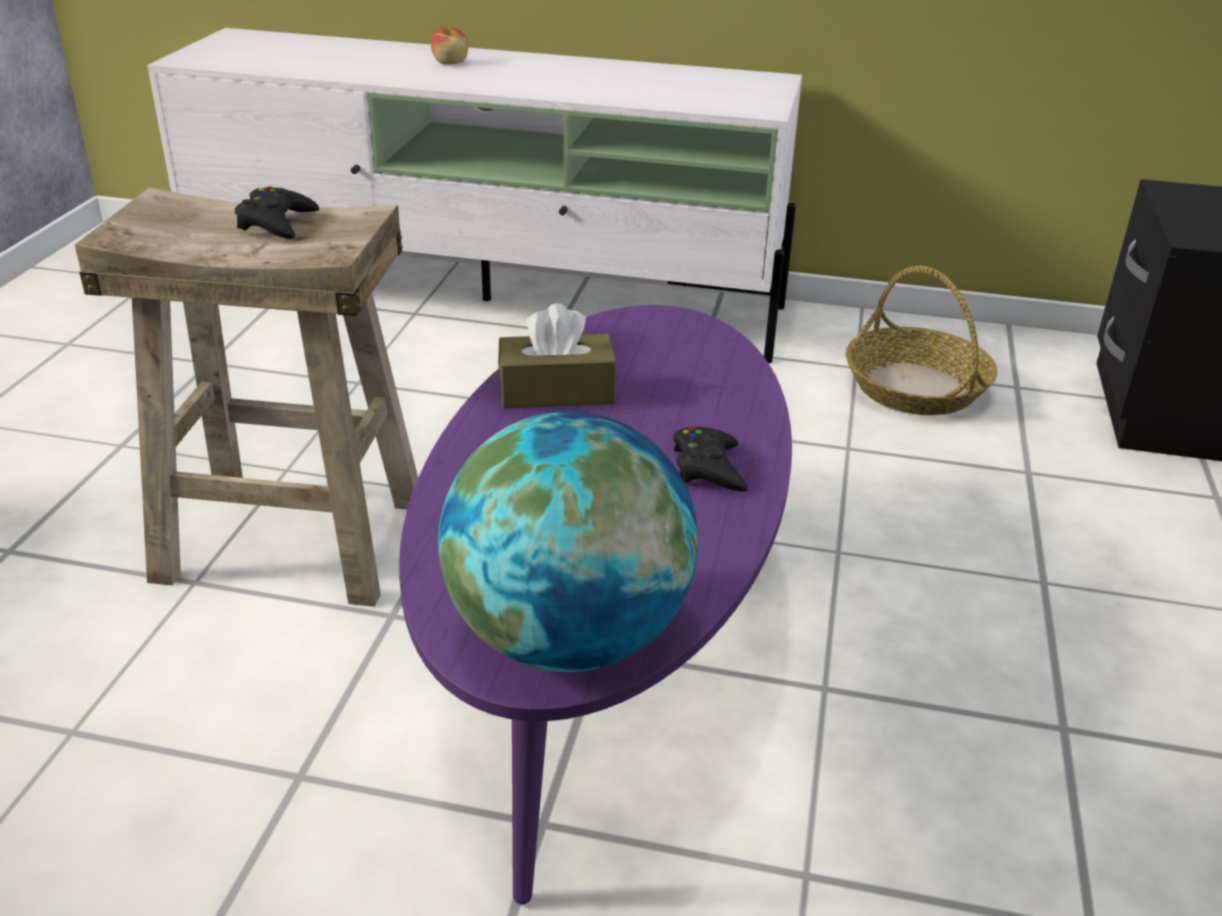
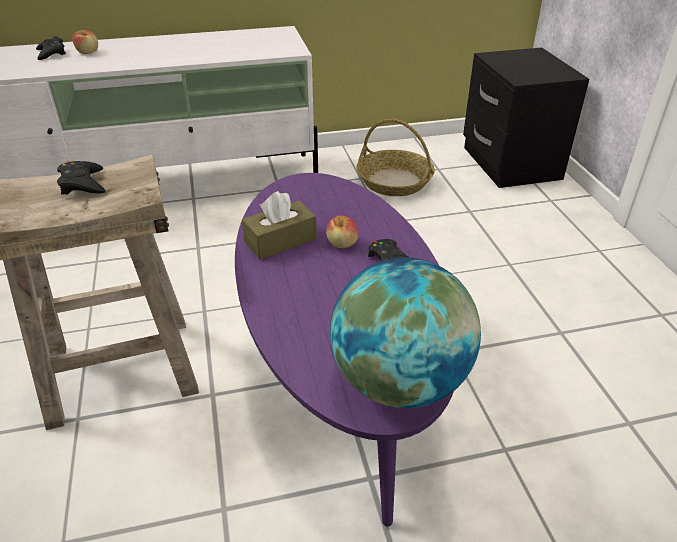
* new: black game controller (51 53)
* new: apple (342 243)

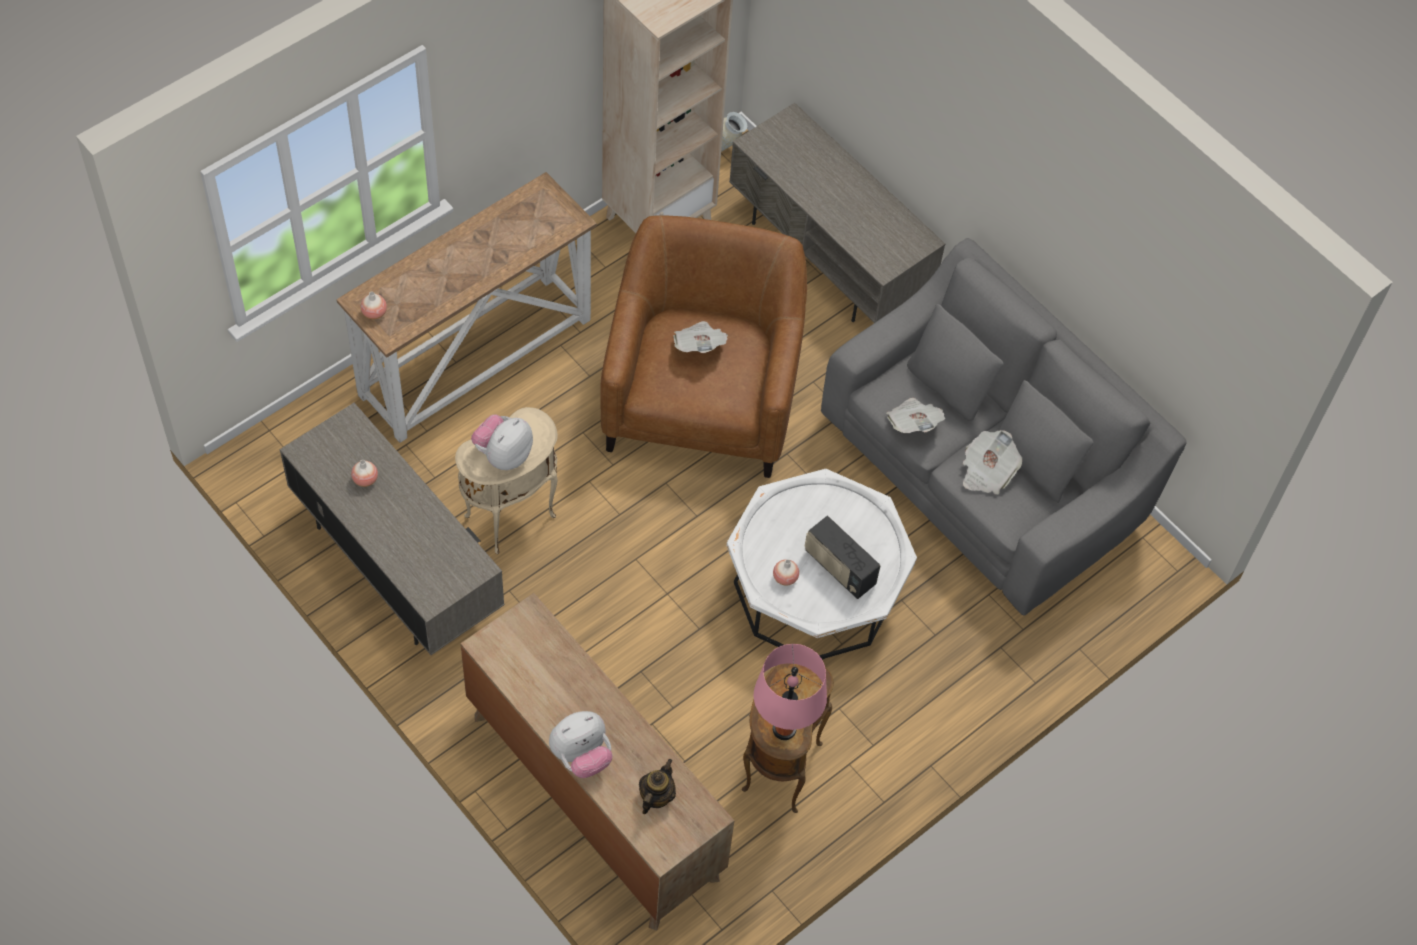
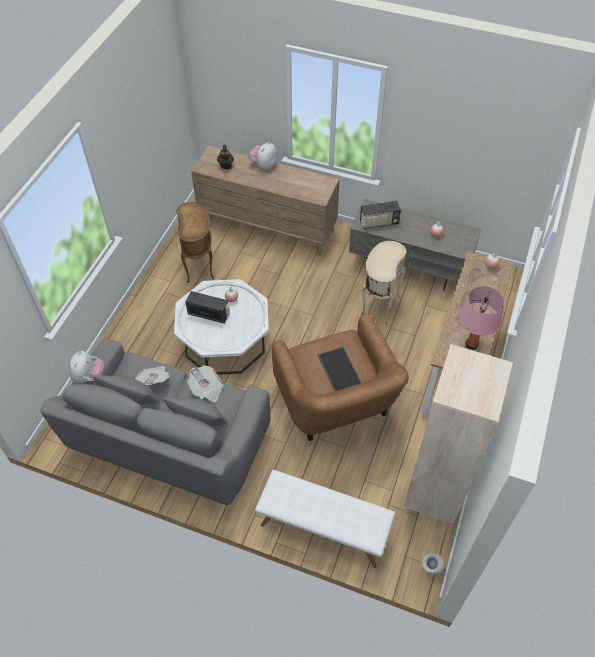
* new: radio (378 223)
* shifted: plush toy (503 454) to (89 376)
* shifted: pink table lamp (784 729) to (471 344)
* swapped: newspaper (699 346) to tray (340 370)
* swapped: grey tv stand (829 255) to white bench (323 528)

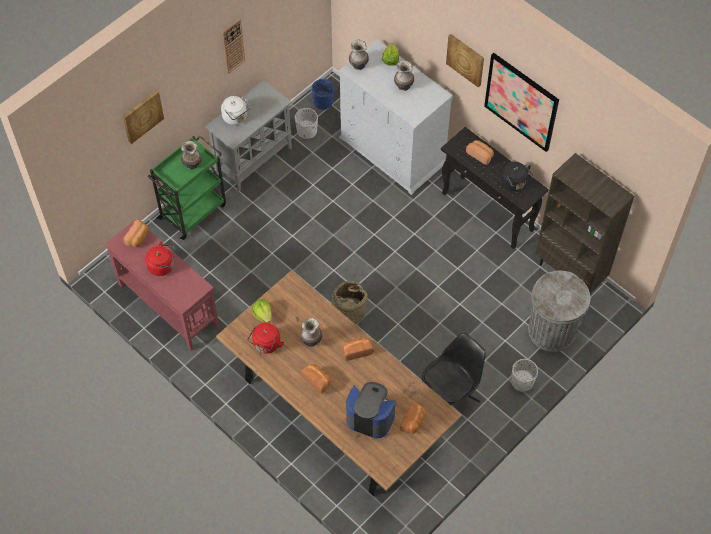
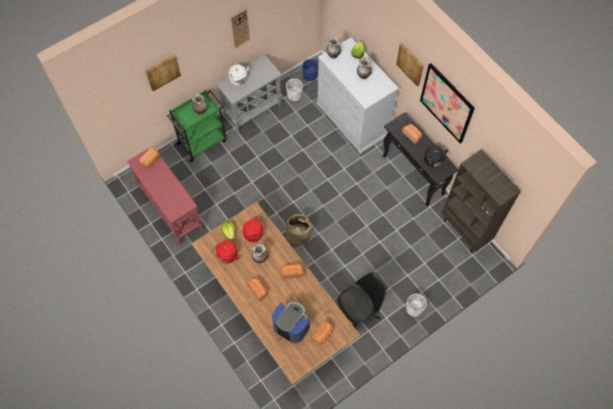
* gone: grey trash can (551 331)
* shifted: red kettle (163 266) to (255 234)

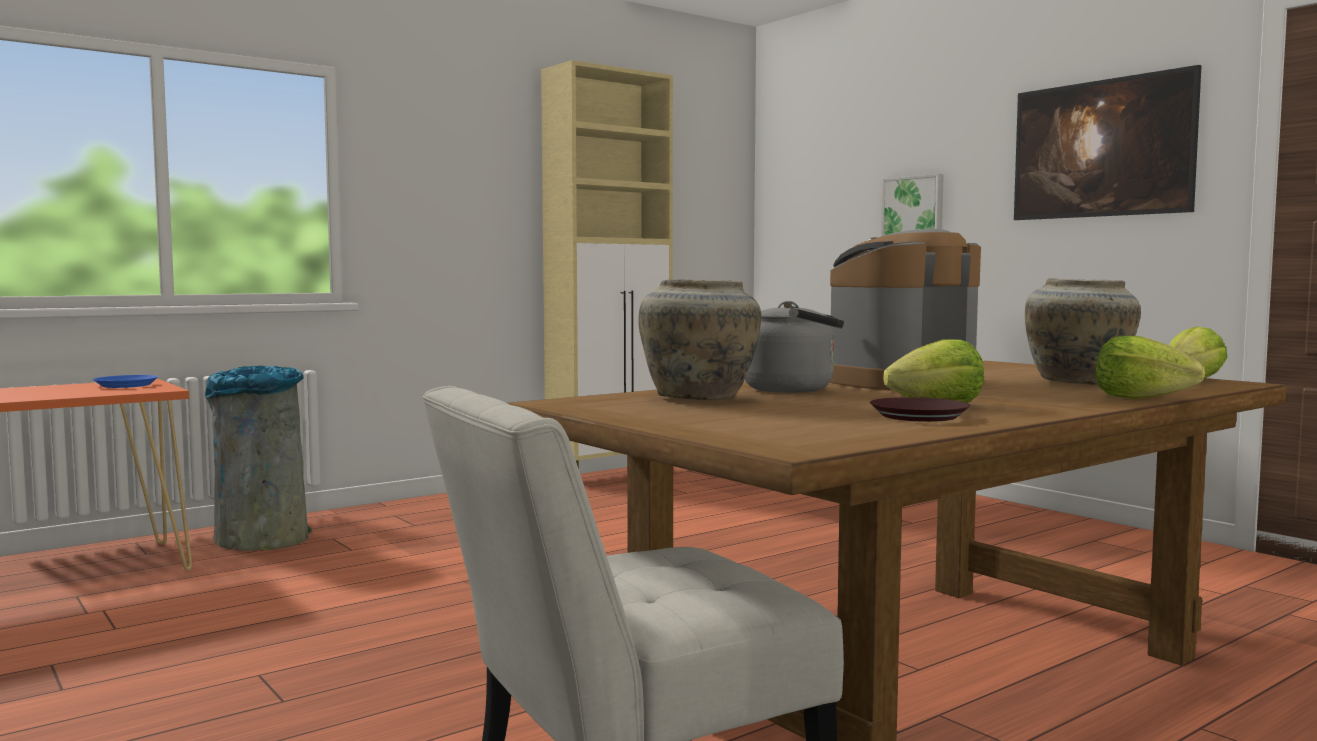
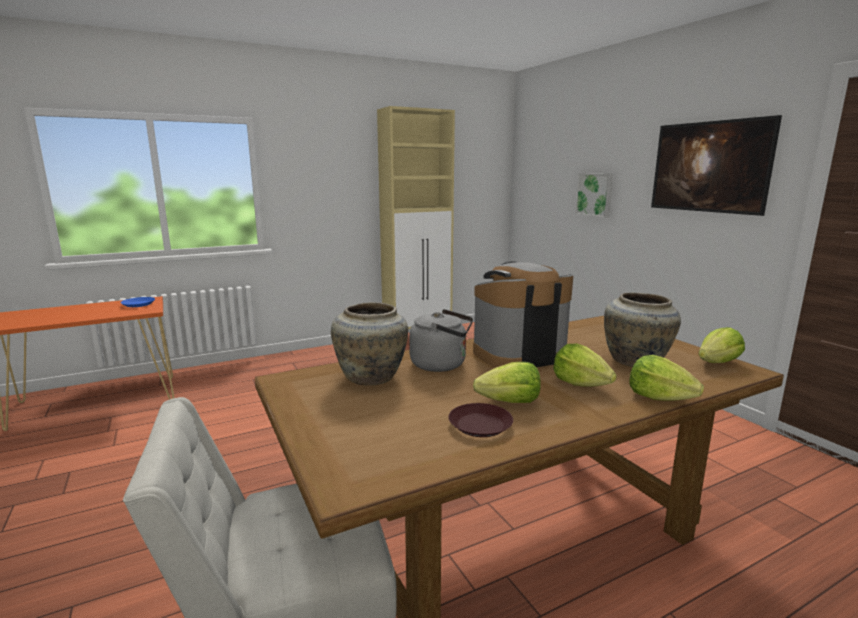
* gone: grey trash can (261 539)
* new: lettuce (580 383)

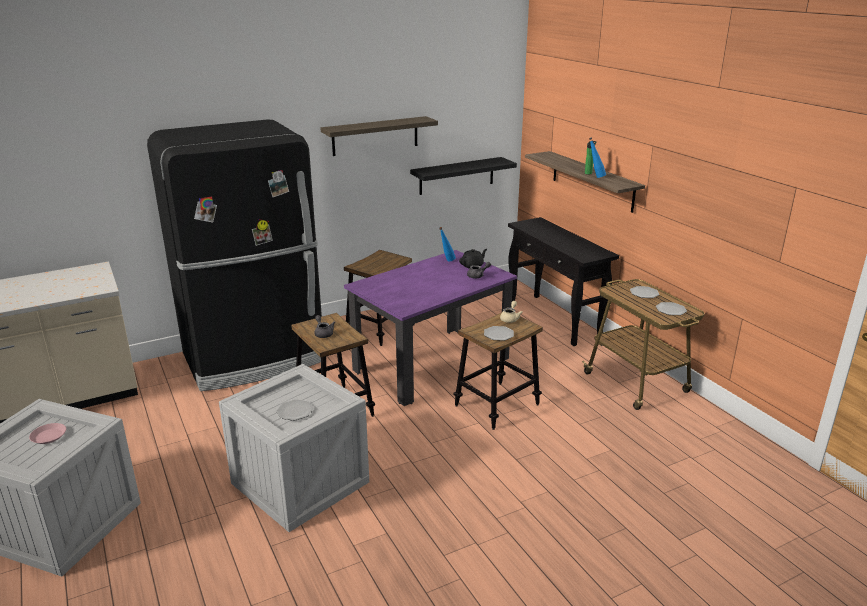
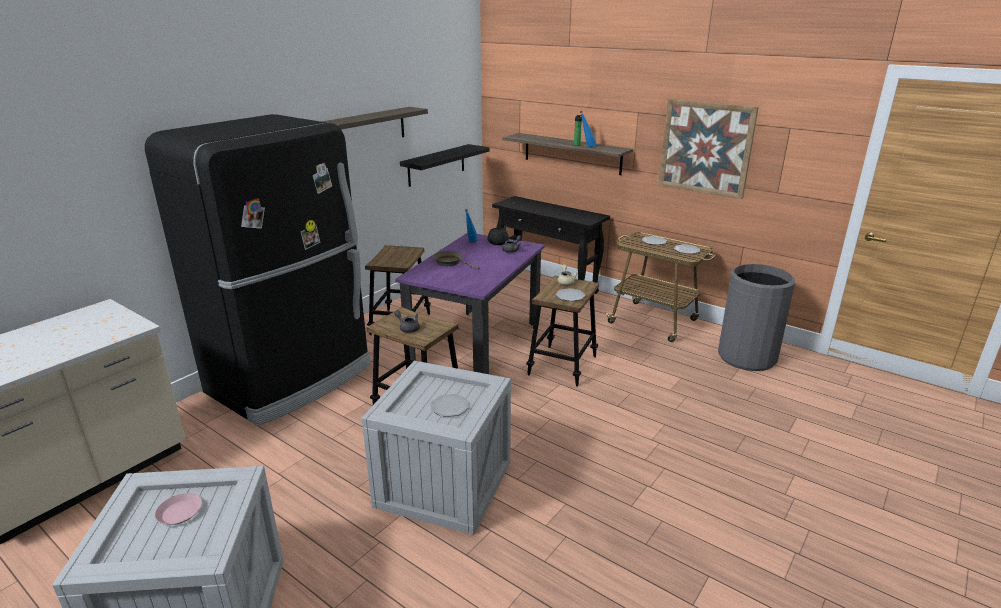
* new: brown frying pan (450 262)
* new: picture (705 148)
* new: grey trash can (746 357)

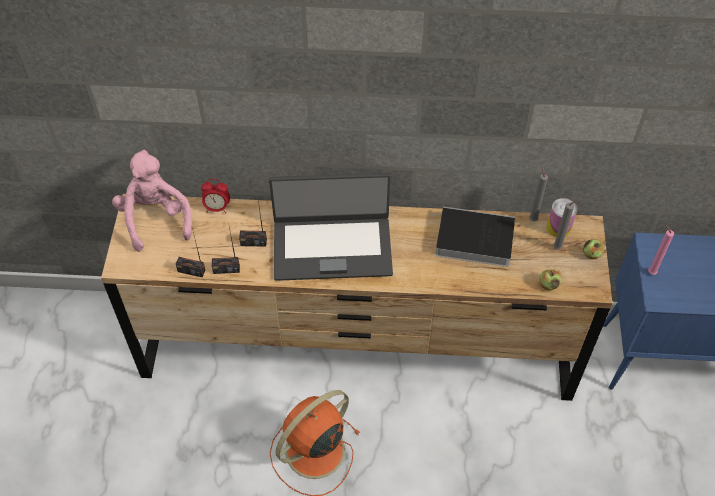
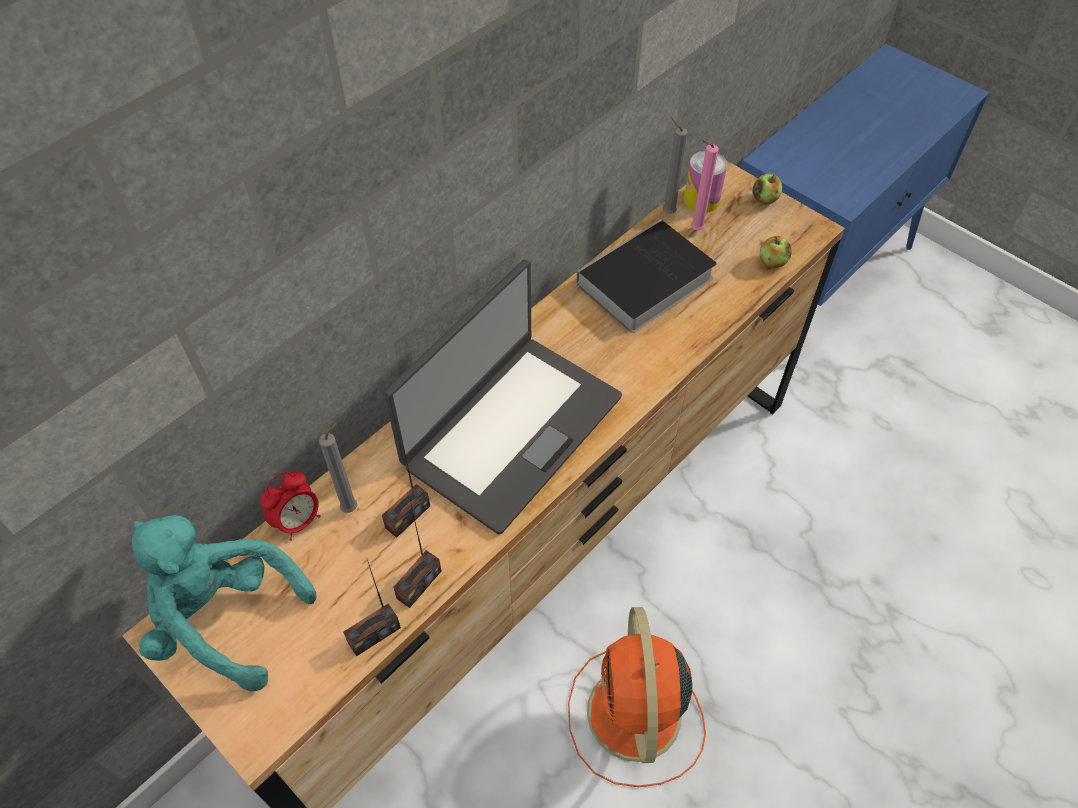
* shifted: grey candle (558 248) to (352 507)
* shifted: pink candle (650 272) to (694 229)
* repainted: pink plush toy (155 218) to turquoise plush toy (225 619)

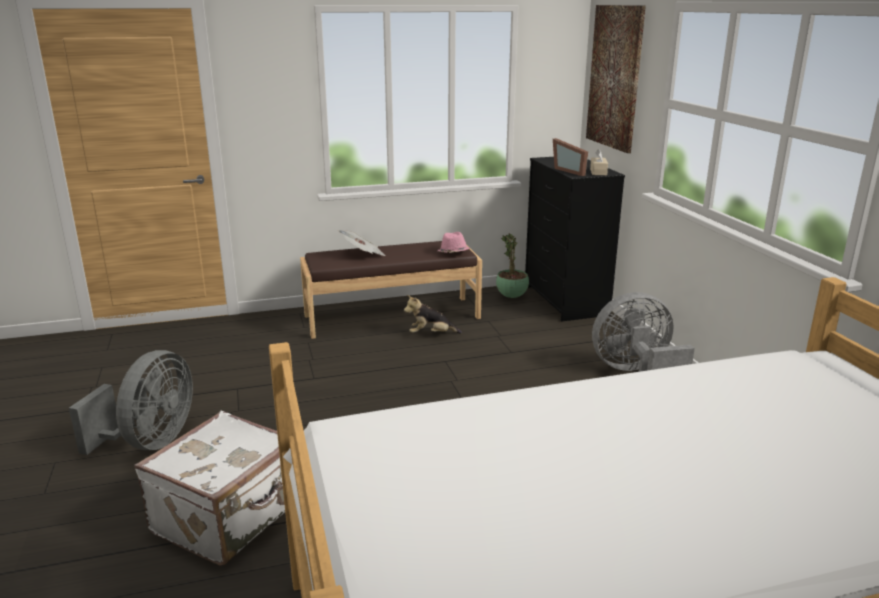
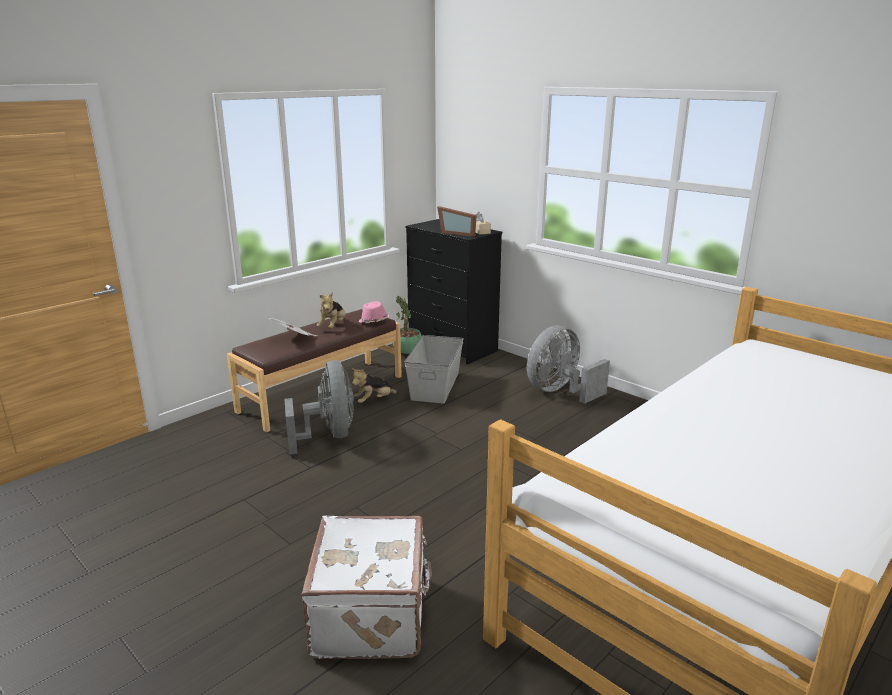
* gone: picture (615 77)
* new: plush toy (333 326)
* new: grey storage box (434 386)
* shifted: grey fan (150 442) to (329 435)

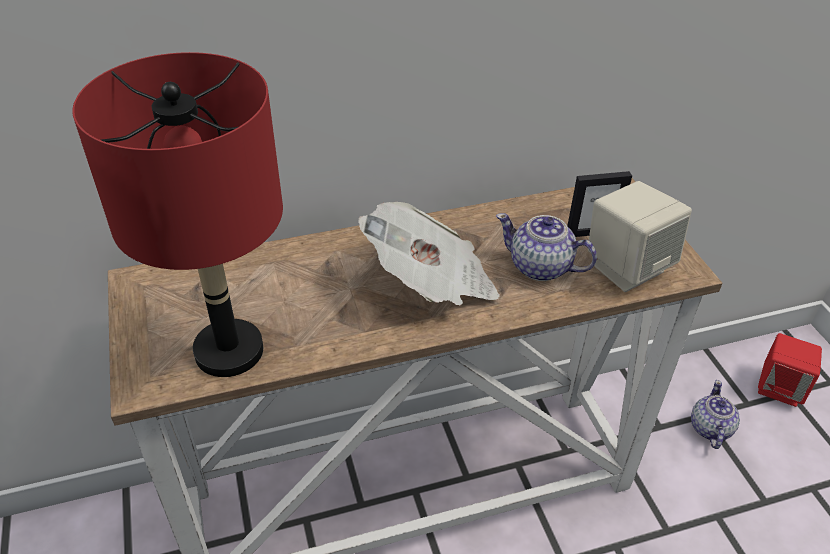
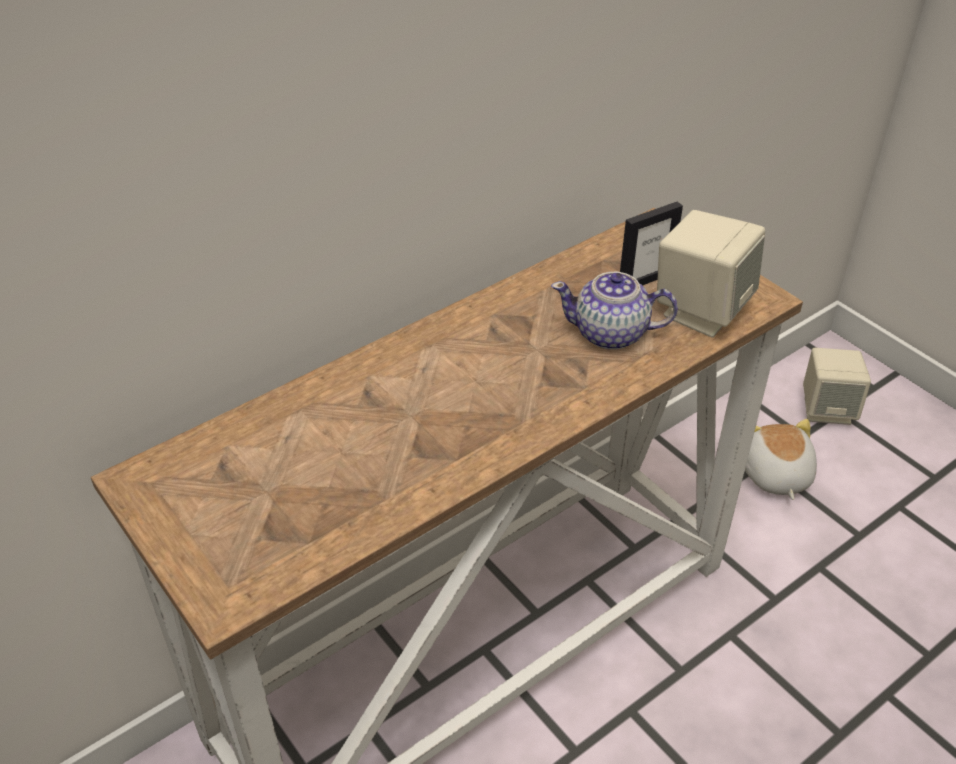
* gone: red table lamp (230 351)
* gone: newspaper (431 282)
* swapped: teapot (709 428) to plush toy (774 475)
* repainted: red speaker (779 388) to beige speaker (827 409)

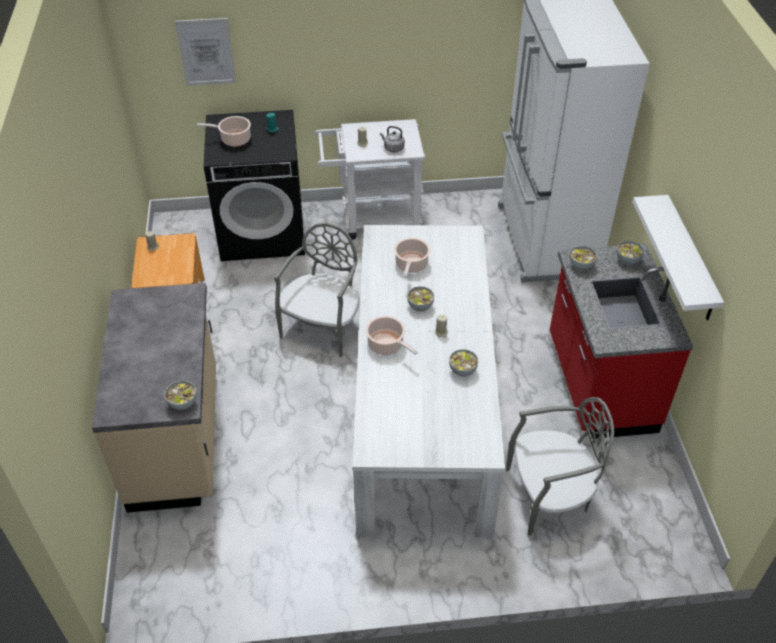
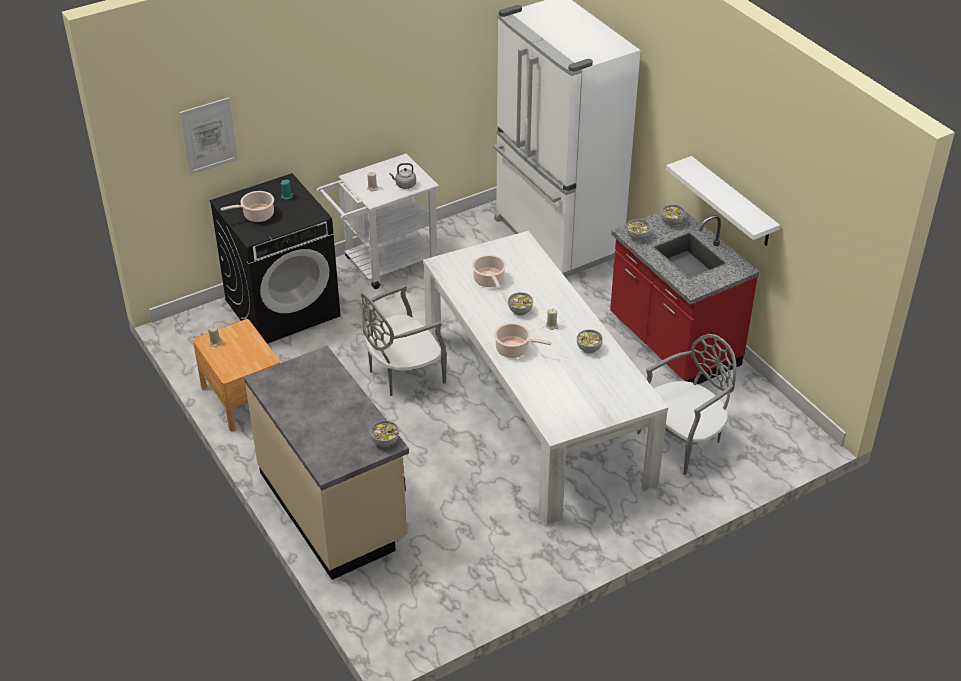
* rotated: grey chair (323 328) = (403 373) 120 degrees counterclockwise

